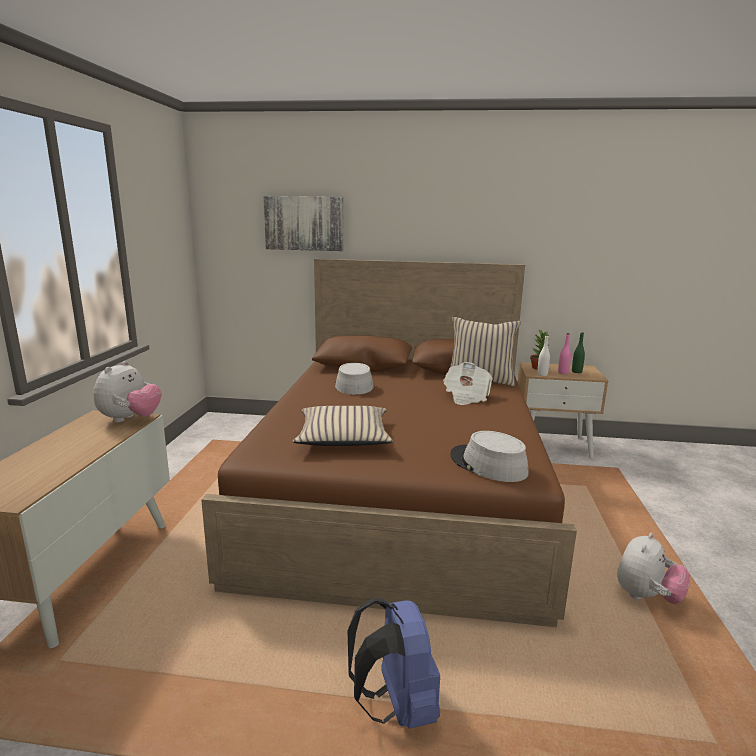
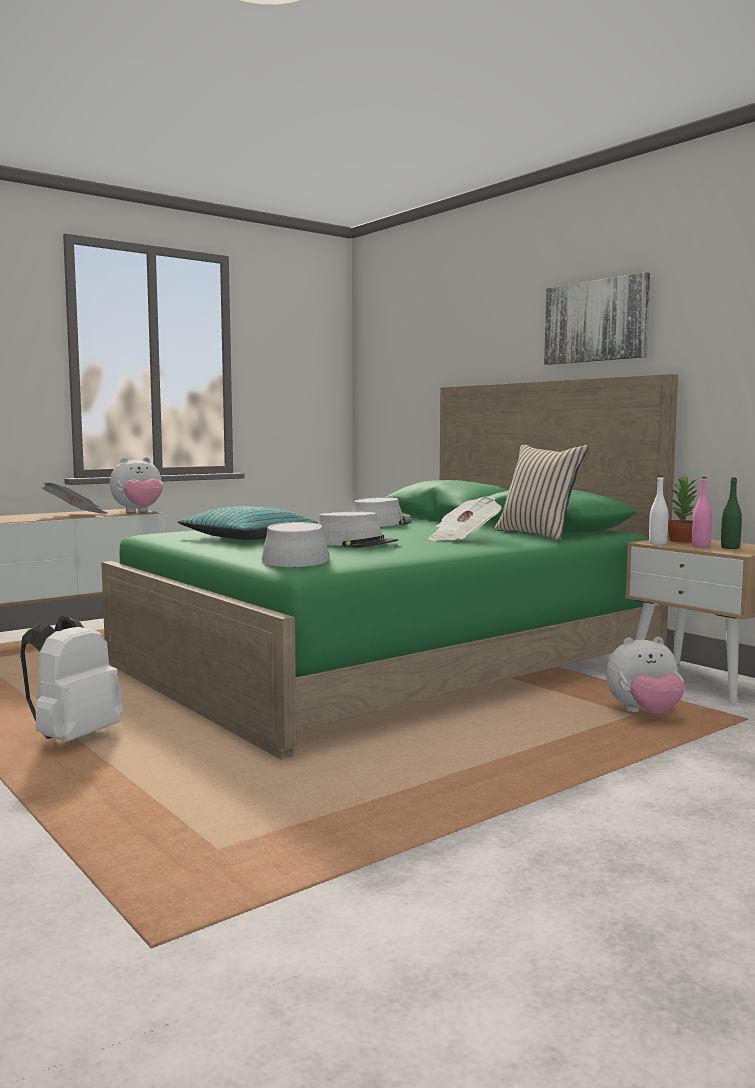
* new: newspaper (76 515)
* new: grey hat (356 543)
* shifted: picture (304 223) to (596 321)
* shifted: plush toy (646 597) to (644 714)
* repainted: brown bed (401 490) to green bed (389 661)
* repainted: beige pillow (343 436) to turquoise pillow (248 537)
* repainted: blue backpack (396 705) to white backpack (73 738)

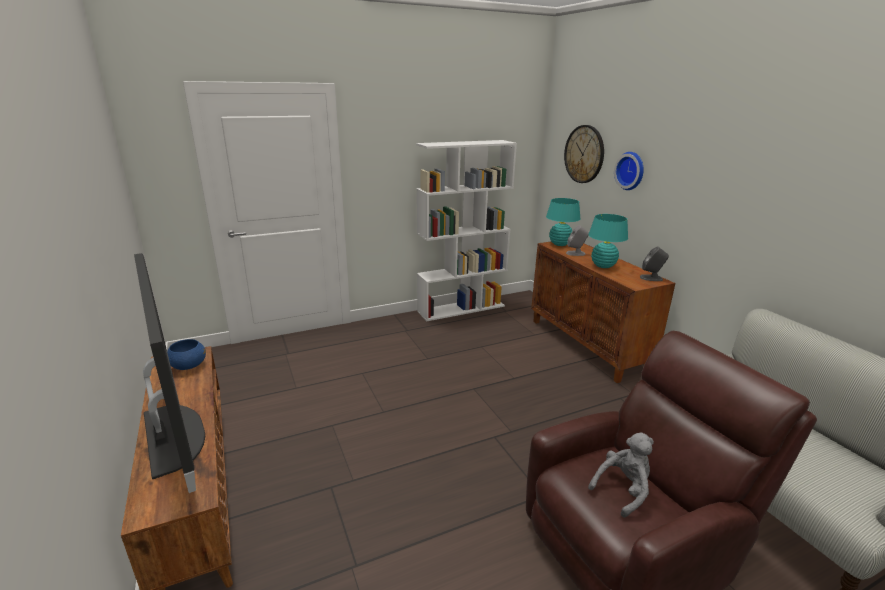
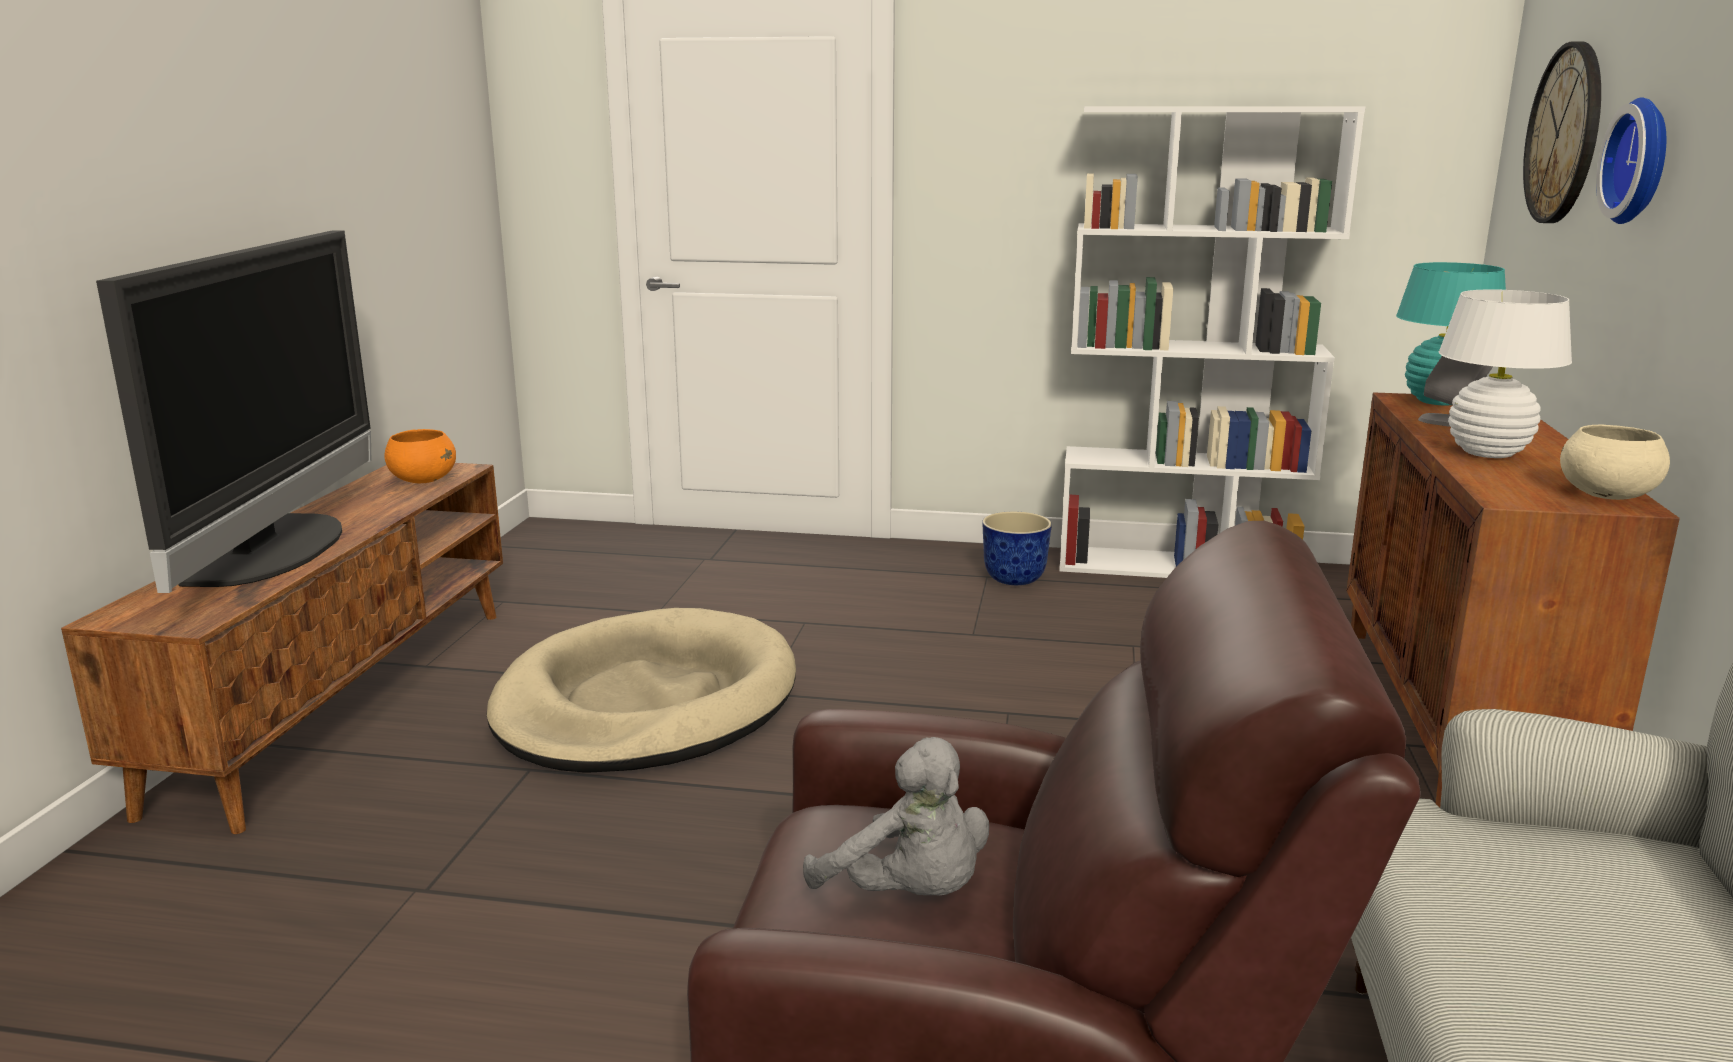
* new: beige dog bed (646 703)
* new: planter (1015 579)
* swapped: grey speaker (651 278) to beige bowl (1607 496)
* repainted: blue bowl (188 366) to orange bowl (423 480)
* repainted: turquoise table lamp (603 266) to white table lamp (1488 453)
* rotated: grey plush toy (623 490) = (909 894) 45 degrees clockwise

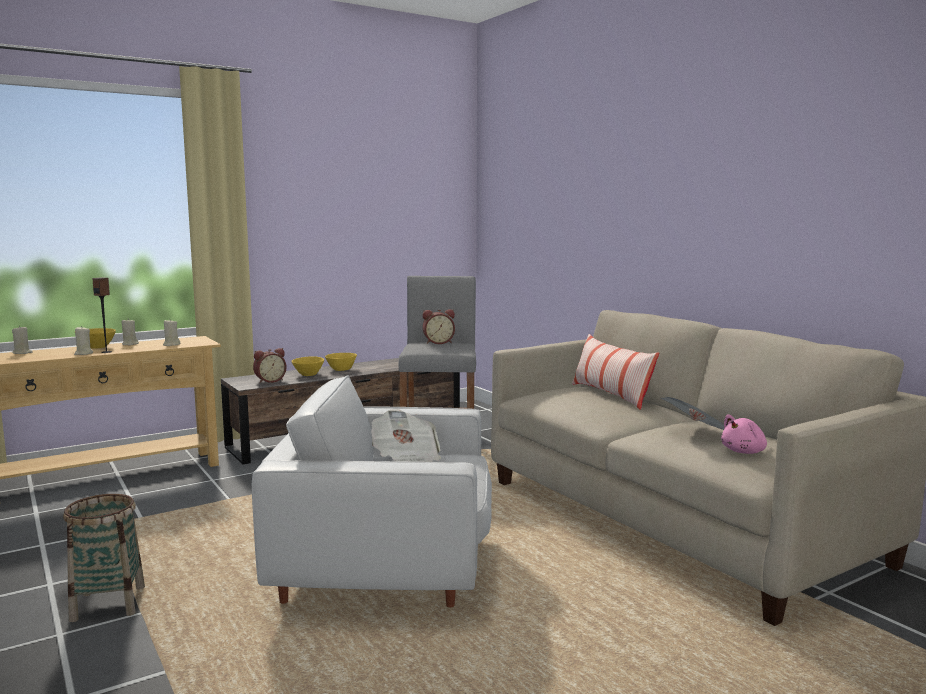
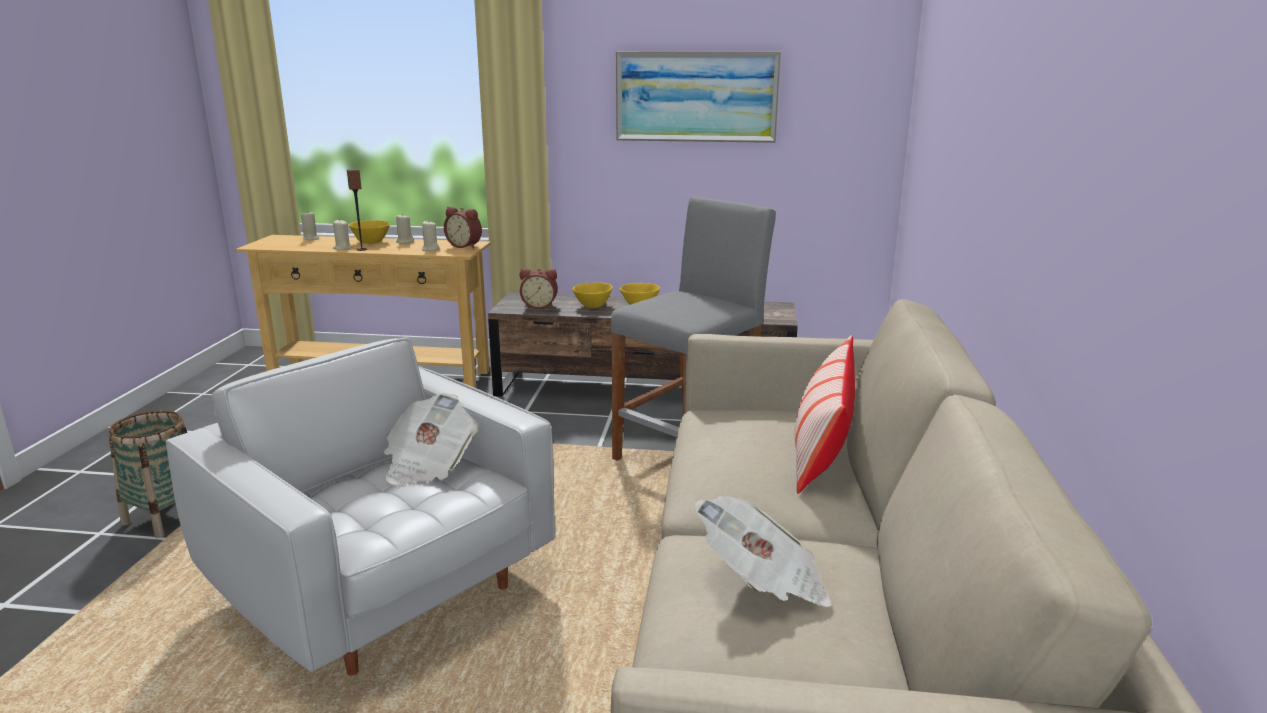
* gone: pink plush toy (745 452)
* new: picture (696 97)
* shifted: alarm clock (438 342) to (465 246)

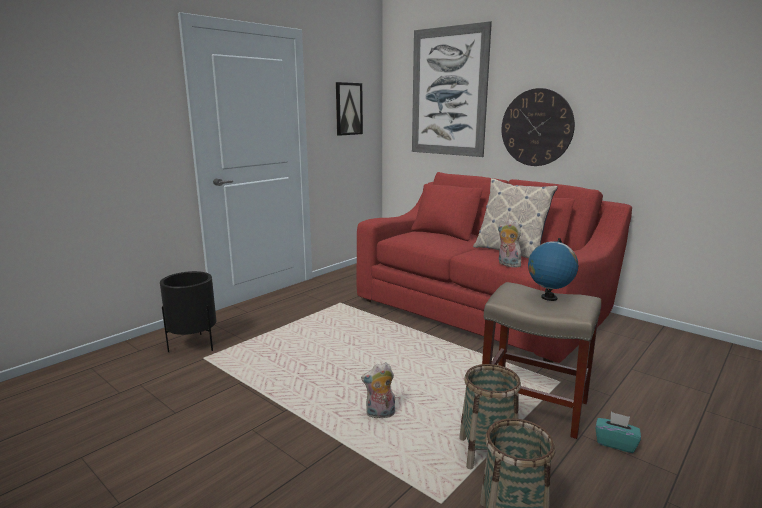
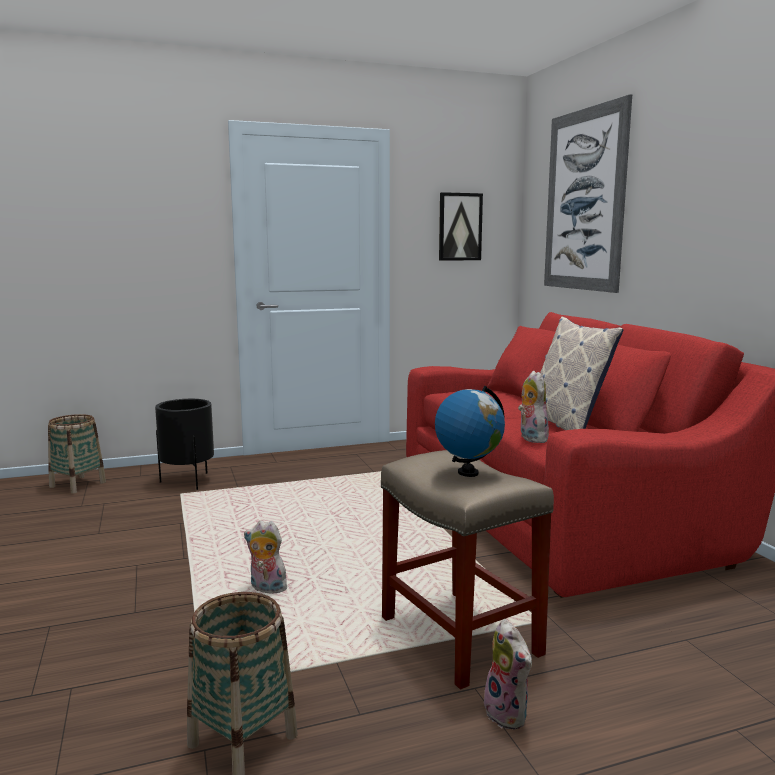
* gone: wall clock (536 127)
* shifted: basket (487 453) to (78 484)
* swapped: turquoise tissue box (615 443) to plush toy (509 714)

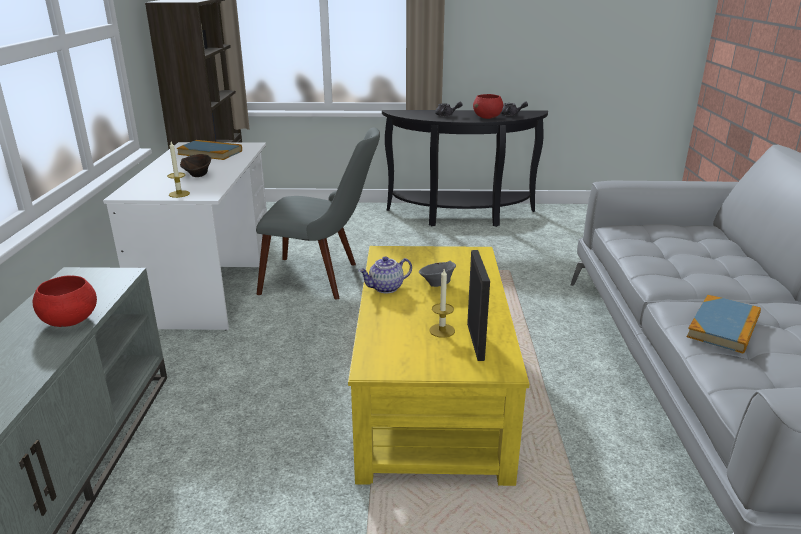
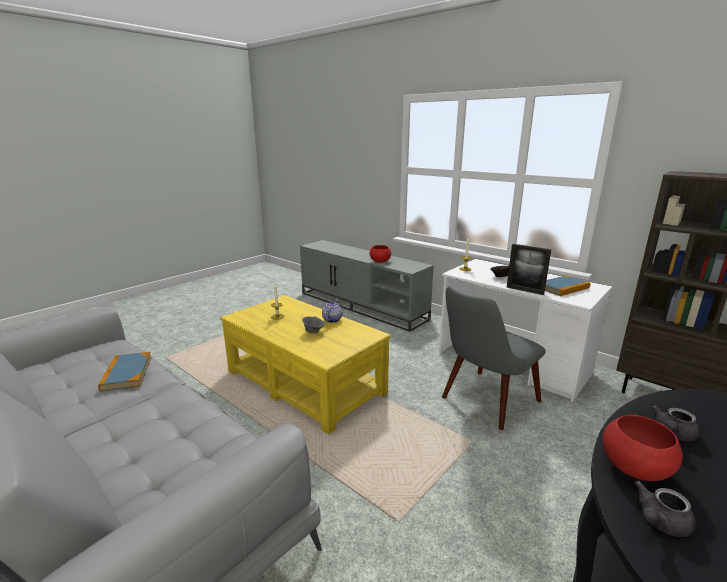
* shifted: picture frame (475 341) to (524 290)

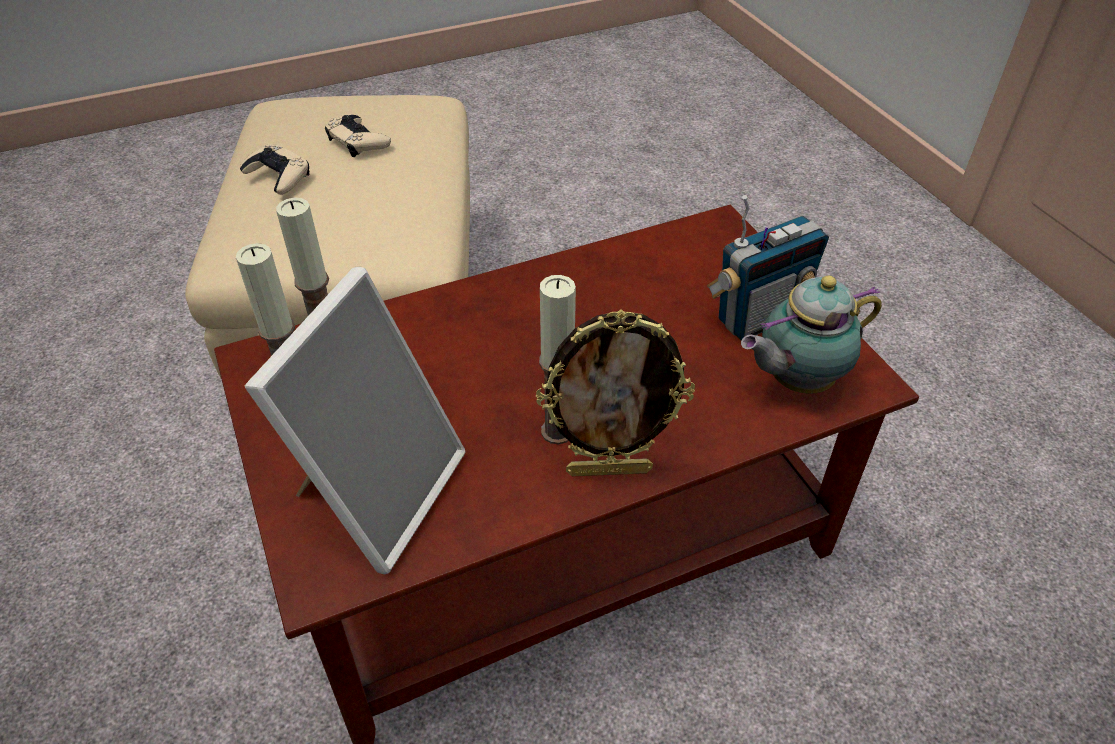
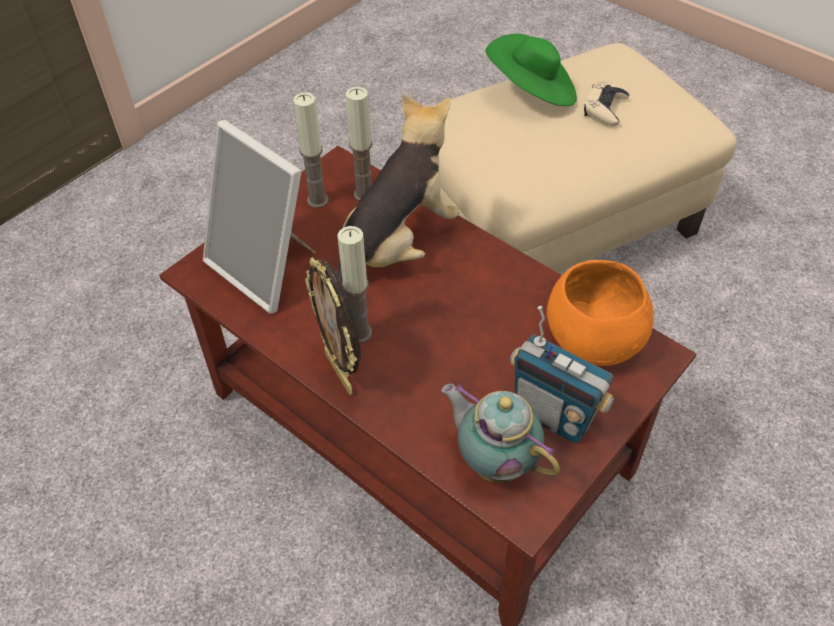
* new: plush toy (396 247)
* new: orange bowl (594 339)
* swapped: beige game controller (278 176) to green hat (531 92)
* rotated: picture frame (378 491) = (266 267) 45 degrees clockwise

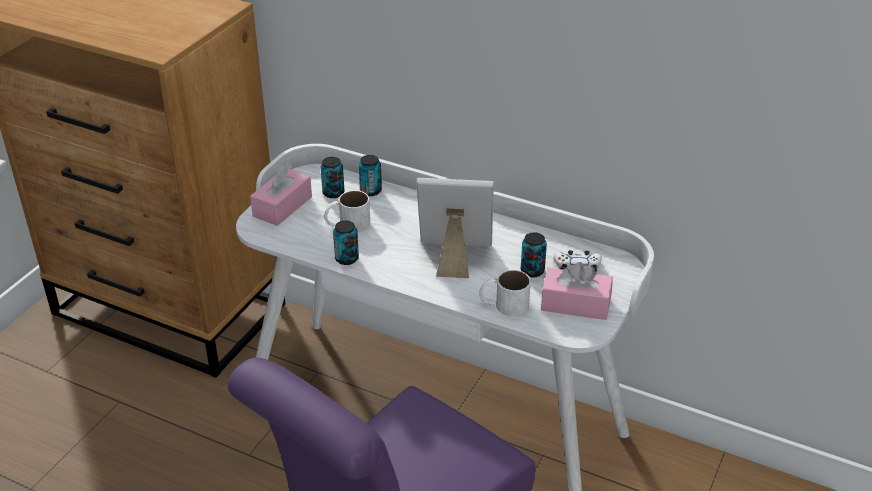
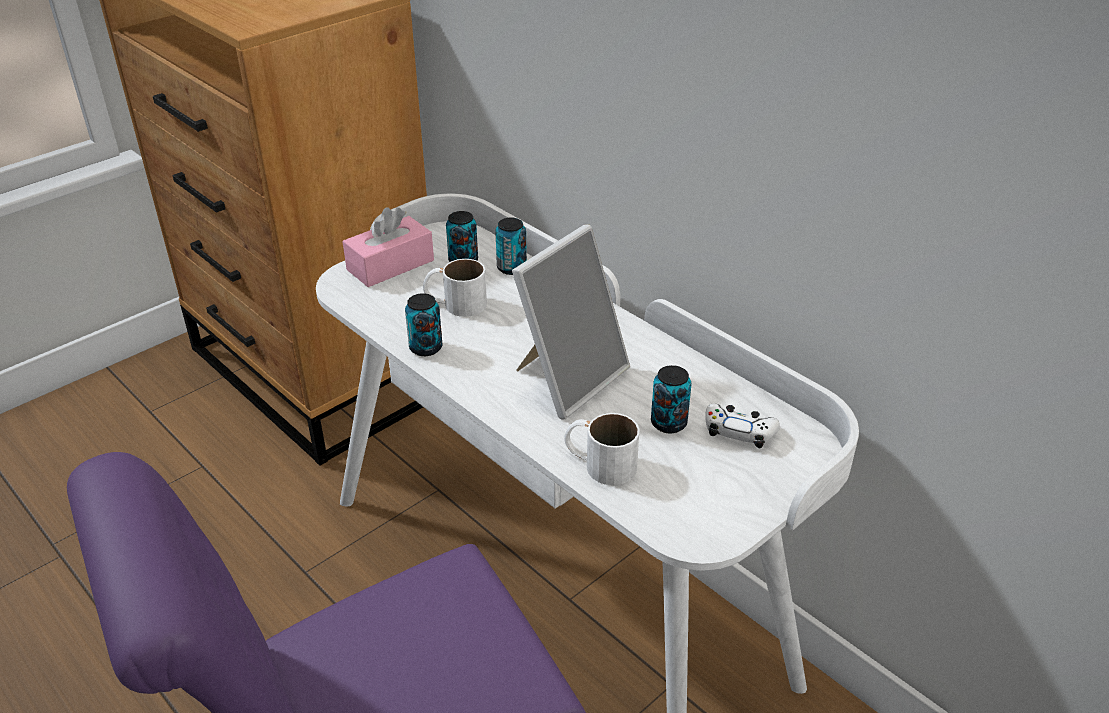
* gone: pink tissue box (575 304)
* rotated: picture frame (453 257) = (568 378) 105 degrees clockwise

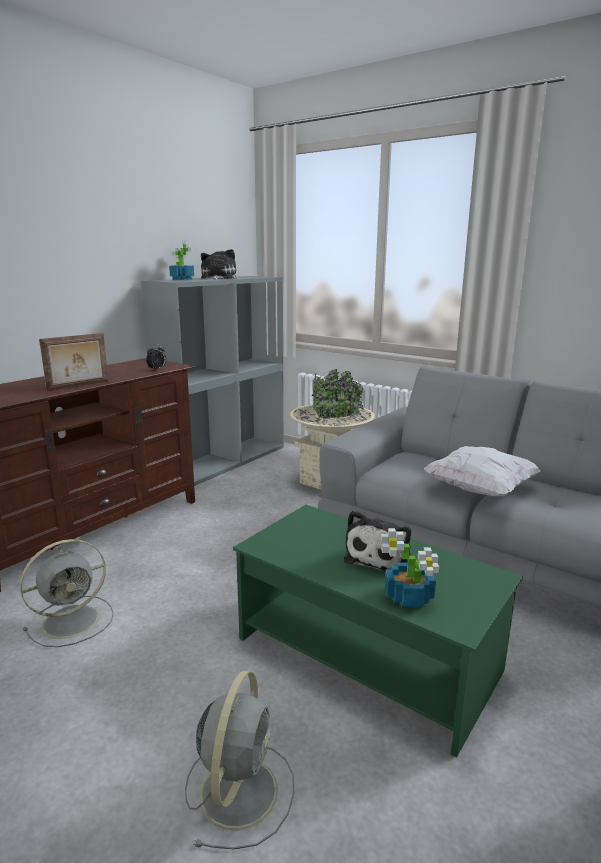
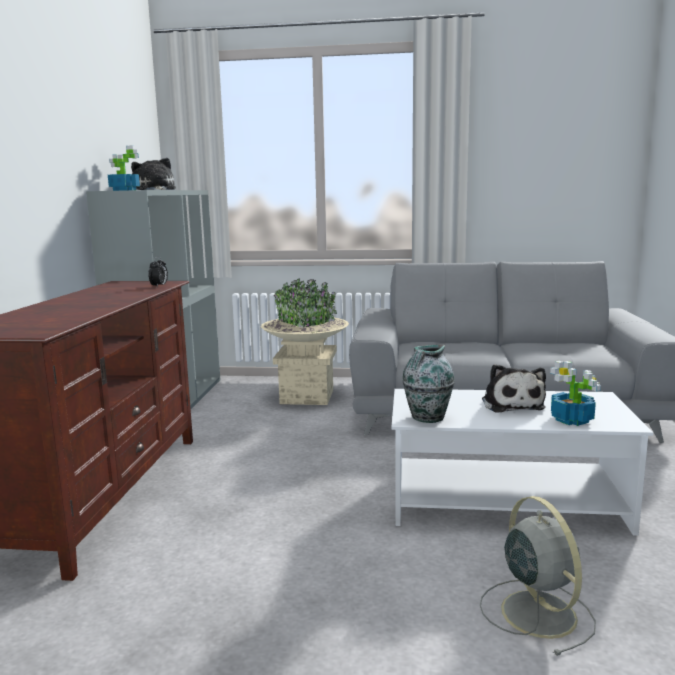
* gone: grey fan (73 620)
* gone: picture frame (79 386)
* gone: white pillow (479 490)
* new: vase (427 418)
* repainted: green coffee table (368 655) to white coffee table (507 501)

